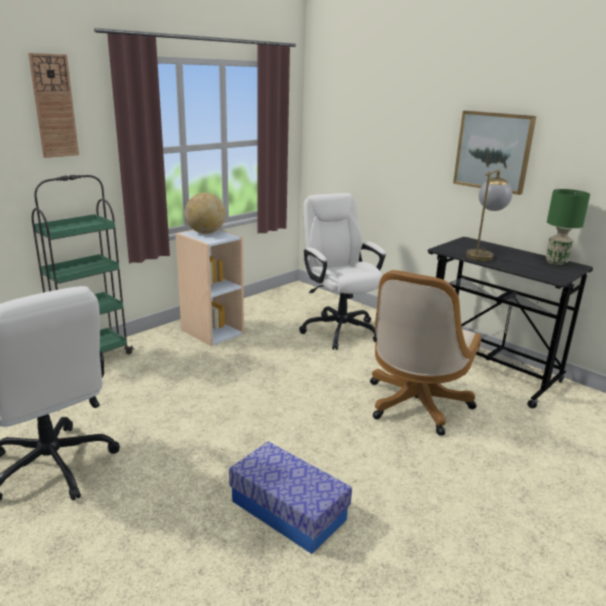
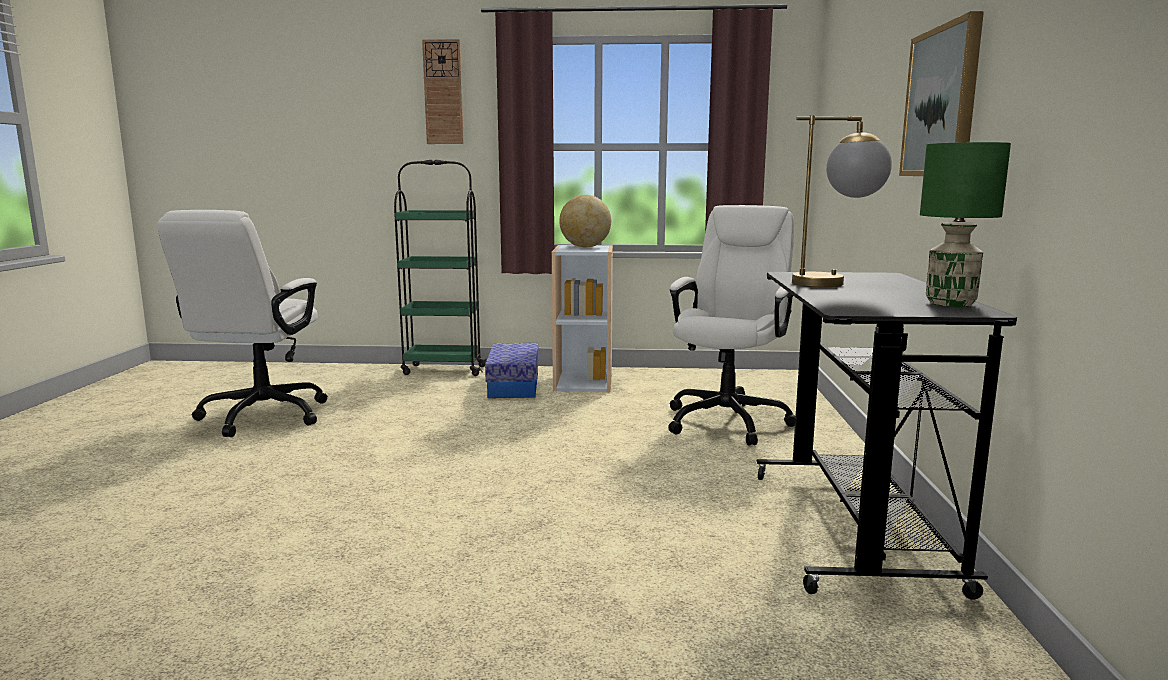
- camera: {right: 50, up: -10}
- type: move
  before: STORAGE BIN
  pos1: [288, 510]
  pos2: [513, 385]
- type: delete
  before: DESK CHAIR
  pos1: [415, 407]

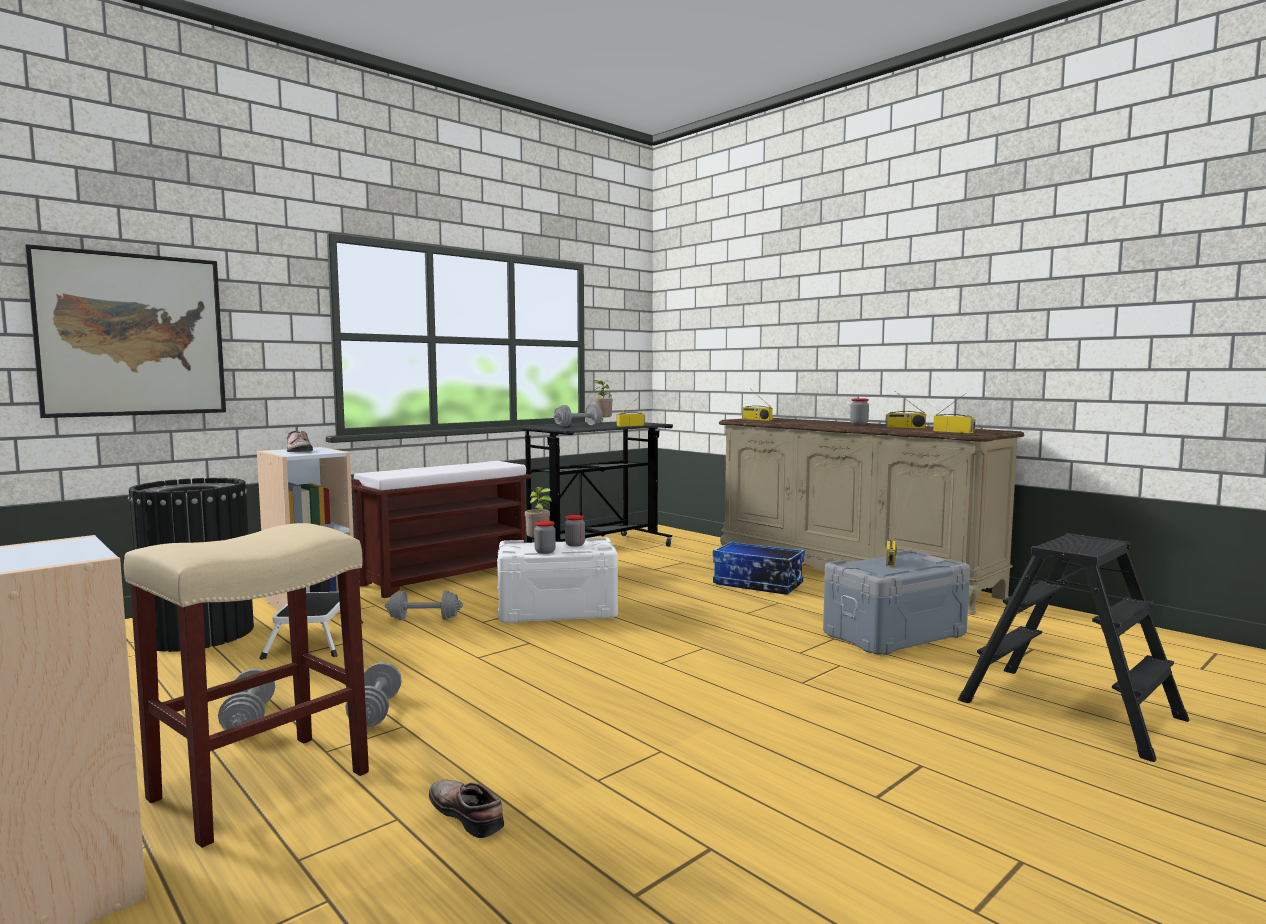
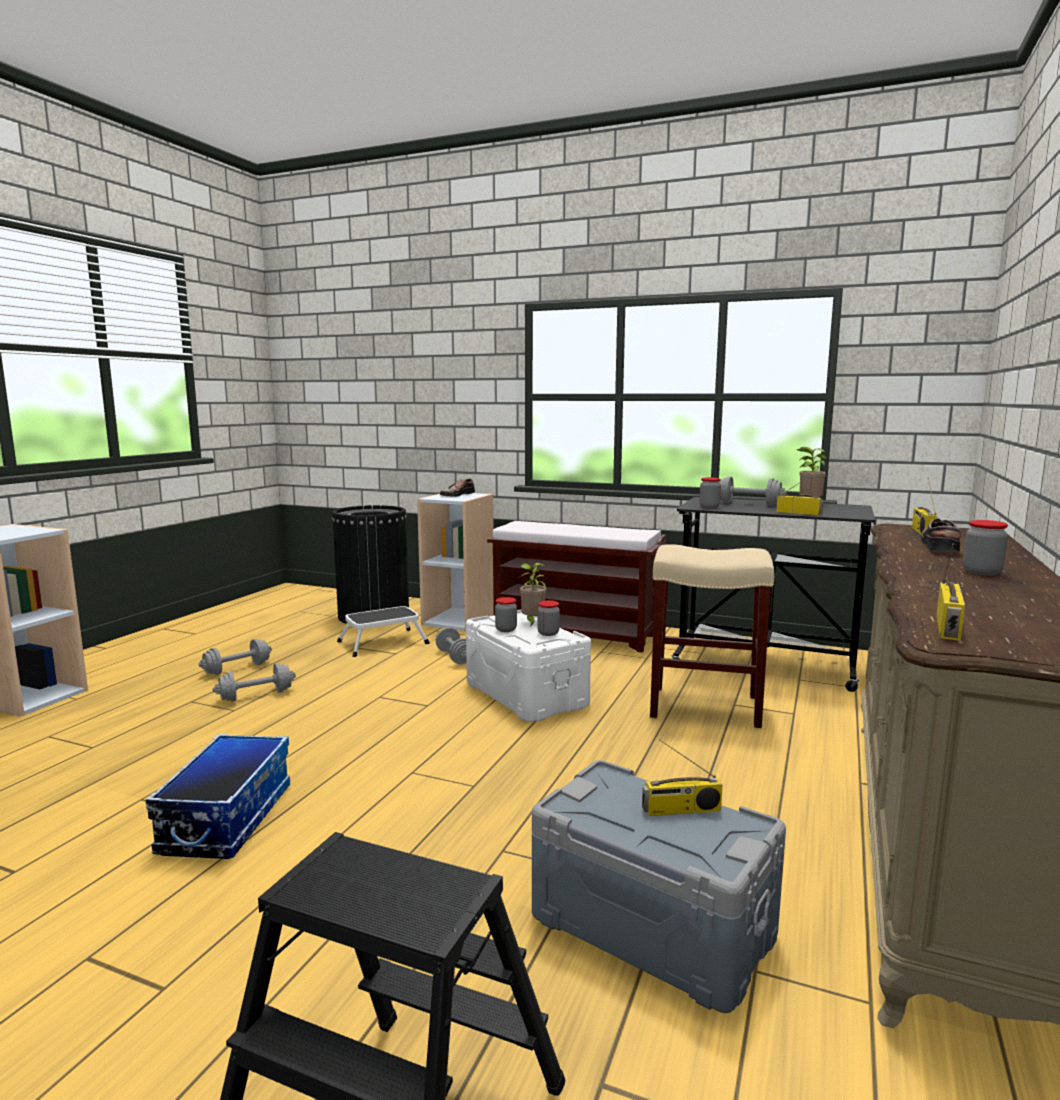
- camera: {right: 65, up: 5}
- type: move
  before: STORAGE BIN
  pos1: [757, 584]
  pos2: [226, 819]
- type: move
  before: SAND-COLOURED STOOL
  pos1: [258, 787]
  pos2: [703, 706]
- type: insert
  after: PRESERVE JAR
  pos2: [709, 507]
- type: move
  before: SHOE
  pos1: [469, 814]
  pos2: [942, 547]
- type: delete
  before: WALL ART
  pos1: [132, 335]
- type: delete
  before: RADIO RECEIVER
  pos1: [905, 427]

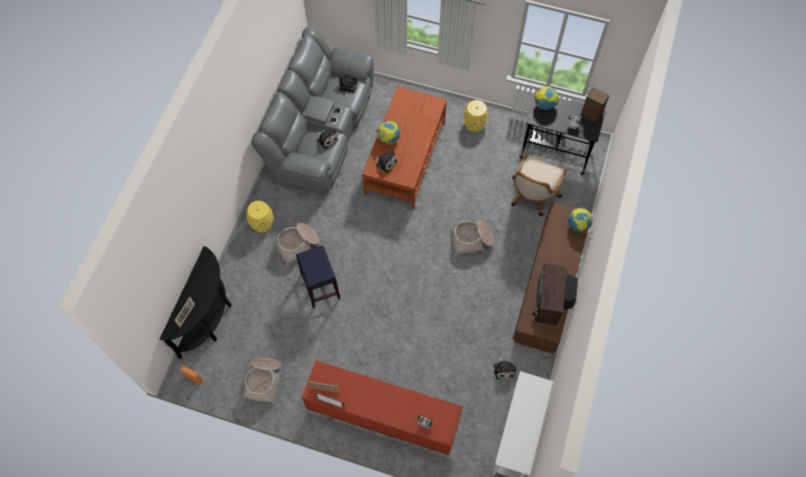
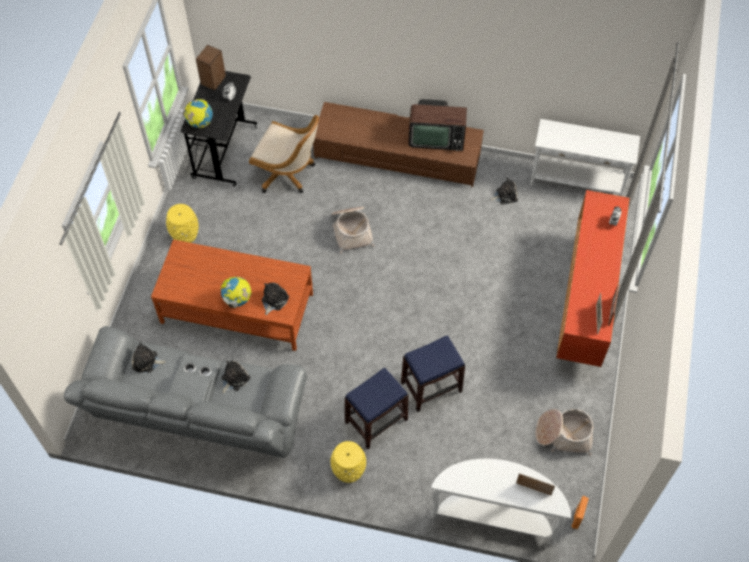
- camera: {right: -95, up: -5}
- type: replace
  before: BASKET
  after: STOOL
  pos1: [298, 245]
  pos2: [376, 421]
- type: recolor
  before: BLACK-COLOURED CONSOLE TABLE
  after: WHITISH CONSOLE TABLE
  pos1: [209, 319]
  pos2: [495, 514]
- type: delete
  before: WORLD GLOBE
  pos1: [578, 225]

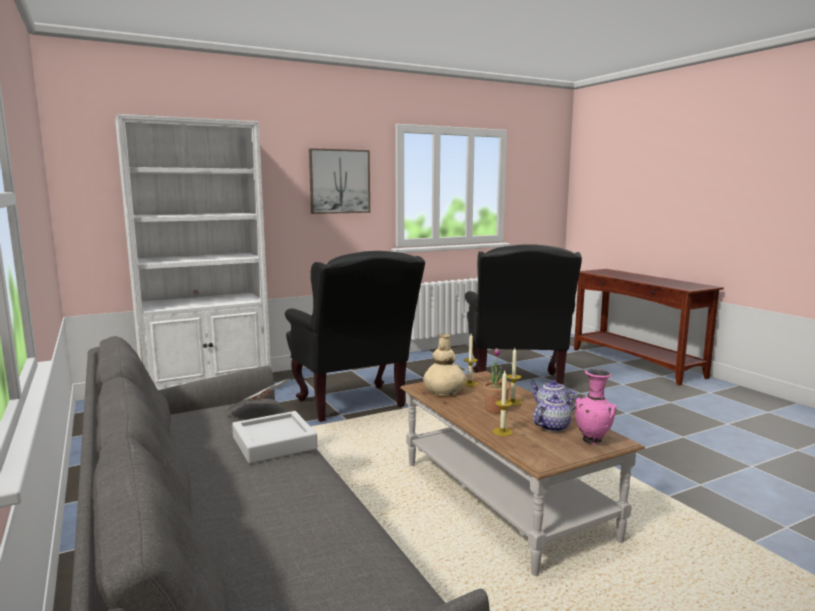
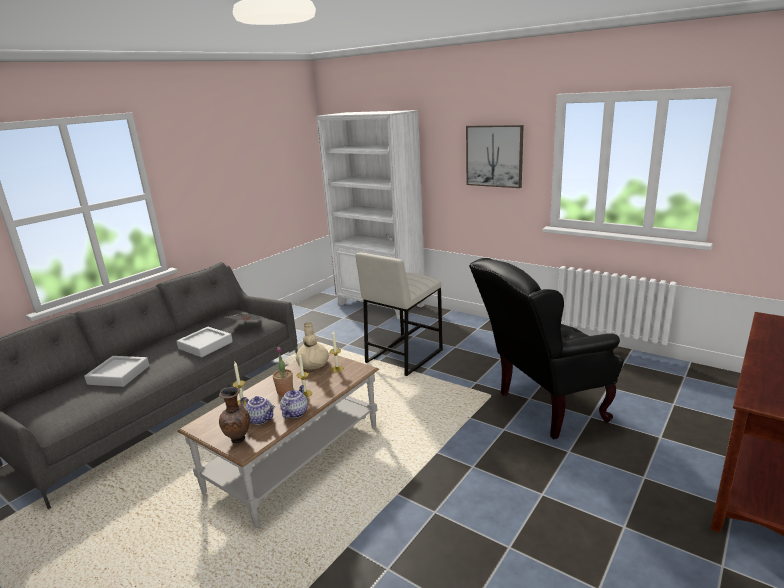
- camera: {right: 65, up: 10}
- type: insert
  after: GREYISH CARRYING TRAY
  pos2: [119, 375]
- type: recolor
  before: PINK-COLOURED VASE
  after: BROWNISH VASE
  pos1: [593, 441]
  pos2: [239, 440]
- type: replace
  before: BLACK-COLOURED LOUNGE CHAIR
  after: SAND-COLOURED STOOL
  pos1: [356, 407]
  pos2: [404, 356]

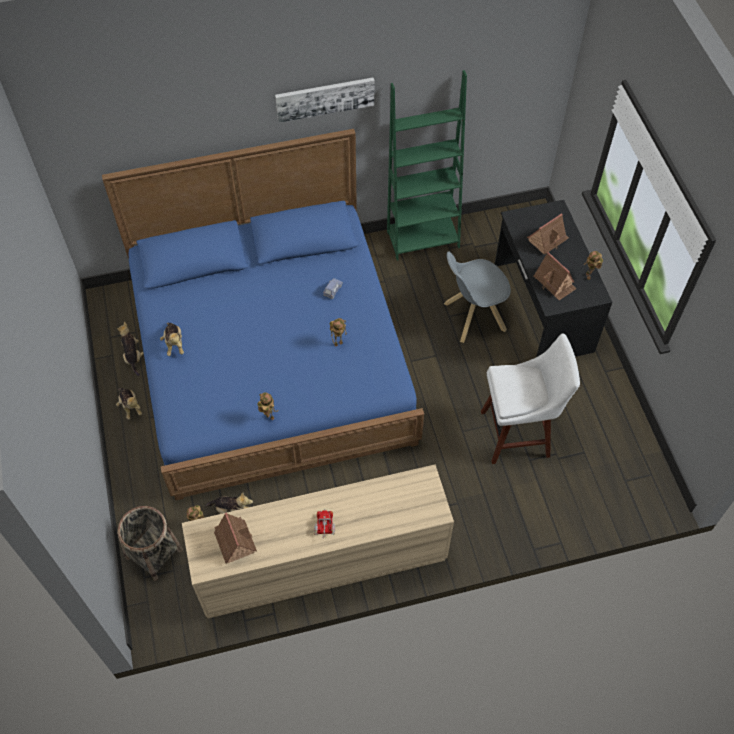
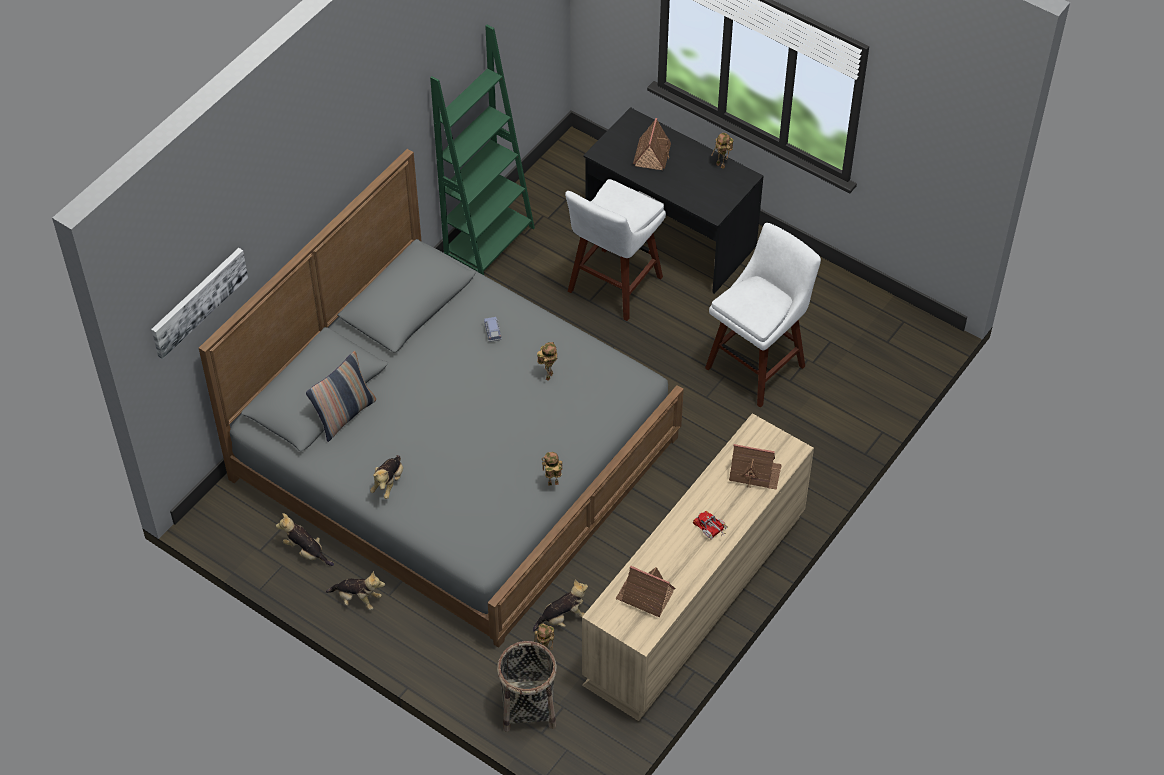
- camera: {right: -40, up: -5}
- type: move
  before: WALL ART
  pos1: [325, 98]
  pos2: [198, 301]
- type: recolor
  before: BLUE-COLOURED BED
  after: GREYISH BED
  pos1: [271, 359]
  pos2: [455, 457]
- type: insert
  after: CUSHION
  pos2: [344, 415]
- type: rotate
  before: SOFT TOY
  pos1: [174, 344]
  pos2: [388, 483]
  turn: 75
- type: replace
  before: GREYISH PLAIN CHAIR
  after: WHITISH STOOL
  pos1: [472, 317]
  pos2: [613, 286]
- type: move
  before: MODEL HOUSE
  pos1: [555, 282]
  pos2: [754, 472]

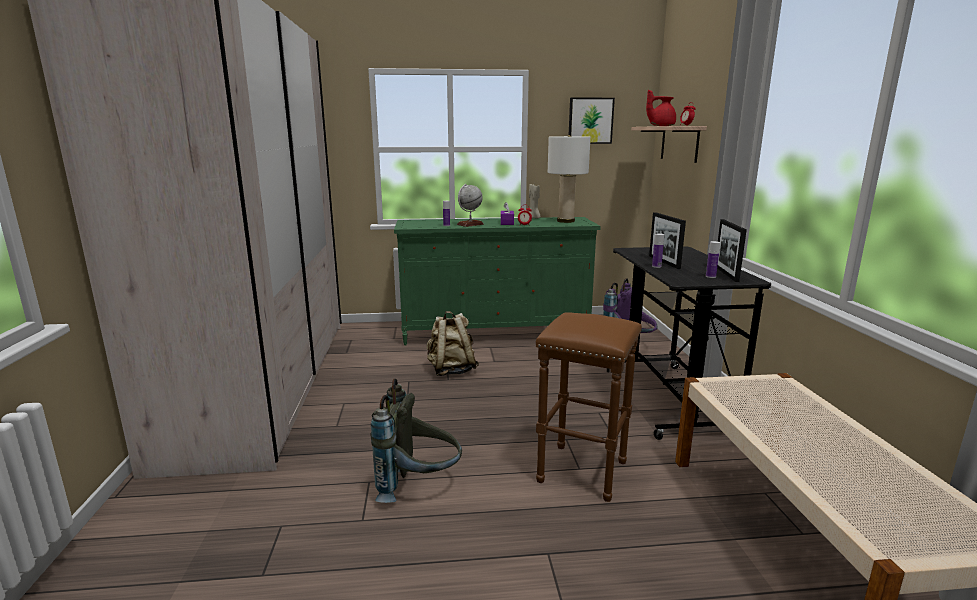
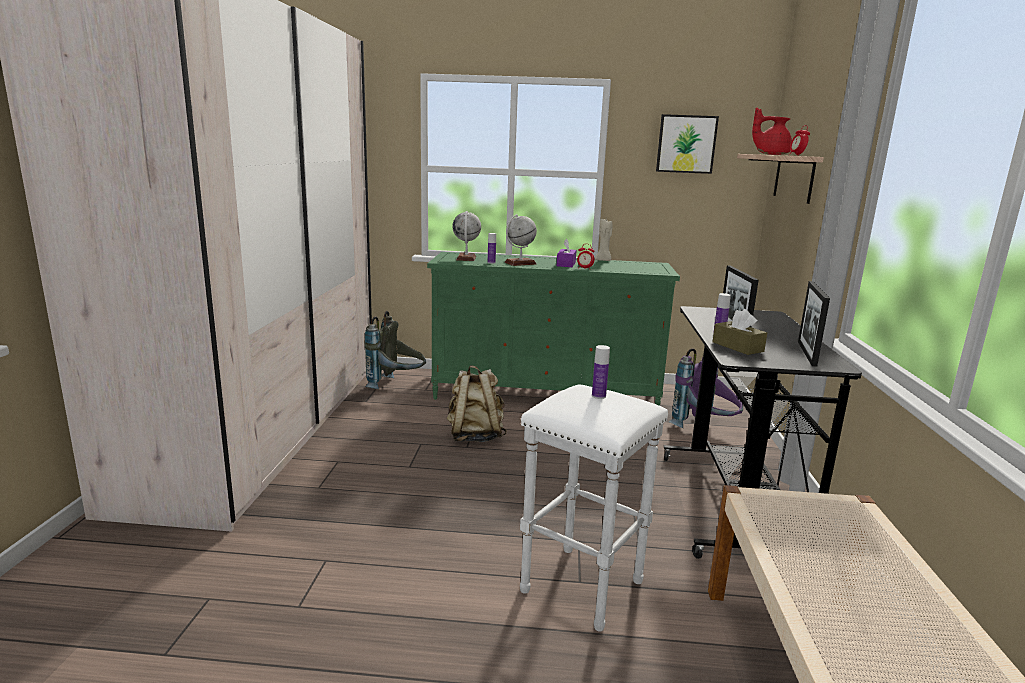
- camera: {right: 10, up: 0}
- type: move
  before: GREYISH KNAPSACK
  pos1: [419, 487]
  pos2: [397, 386]
- type: insert
  after: WORLD GLOBE
  pos2: [466, 258]
- type: recolor
  before: BROWNISH STOOL
  after: WHITISH STOOL
  pos1: [581, 470]
  pos2: [581, 584]
- type: move
  before: BEVERAGE BOTTLE
  pos1: [710, 276]
  pos2: [598, 396]
- type: insert
  after: BROWNISH BOX OF TISSUES
  pos2: [737, 347]
- type: delete
  before: WHITISH TABLE LAMP
  pos1: [565, 221]

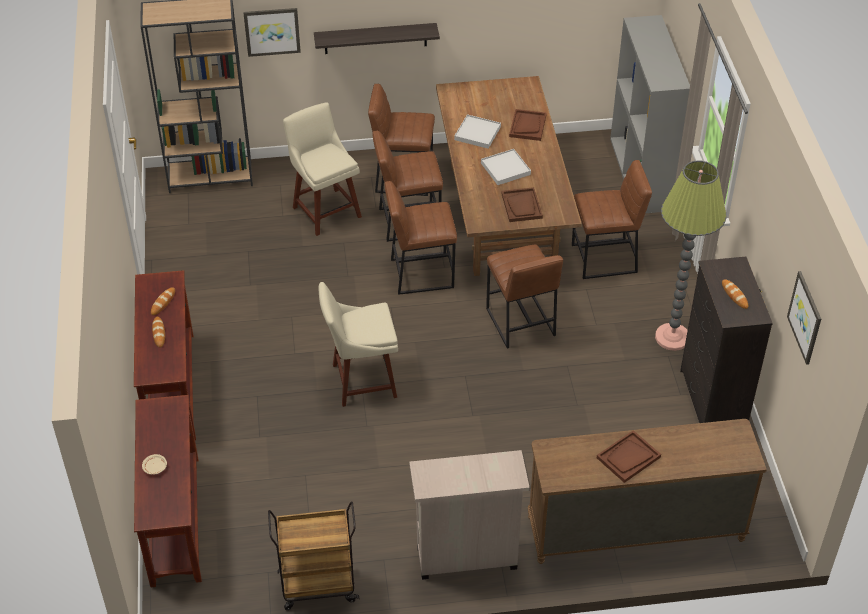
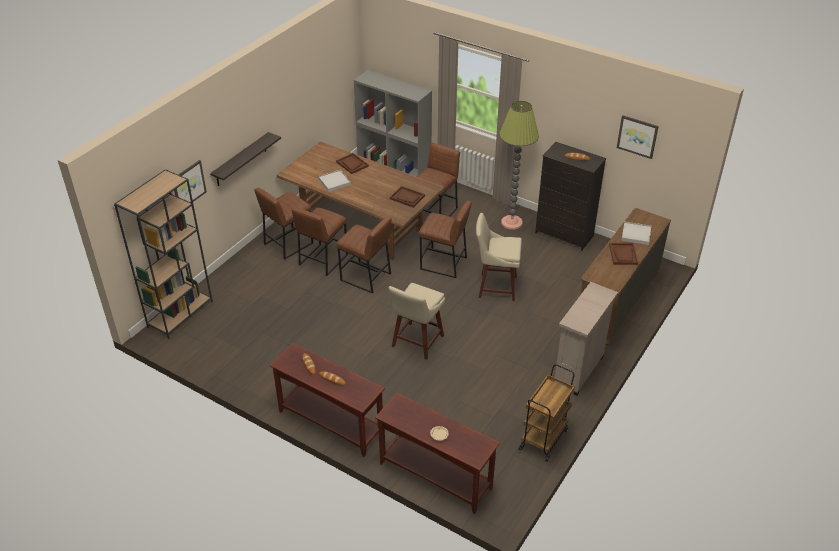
- camera: {right: -50, up: -5}
- type: rotate
  before: BROWNISH PLAIN CHAIR
  pos1: [420, 273]
  pos2: [366, 277]
  turn: -90
- type: move
  before: SAND-COLOURED STOOL
  pos1: [325, 210]
  pos2: [495, 286]
- type: move
  before: WHITISH CARRYING TRAY
  pos1: [505, 169]
  pos2: [636, 234]

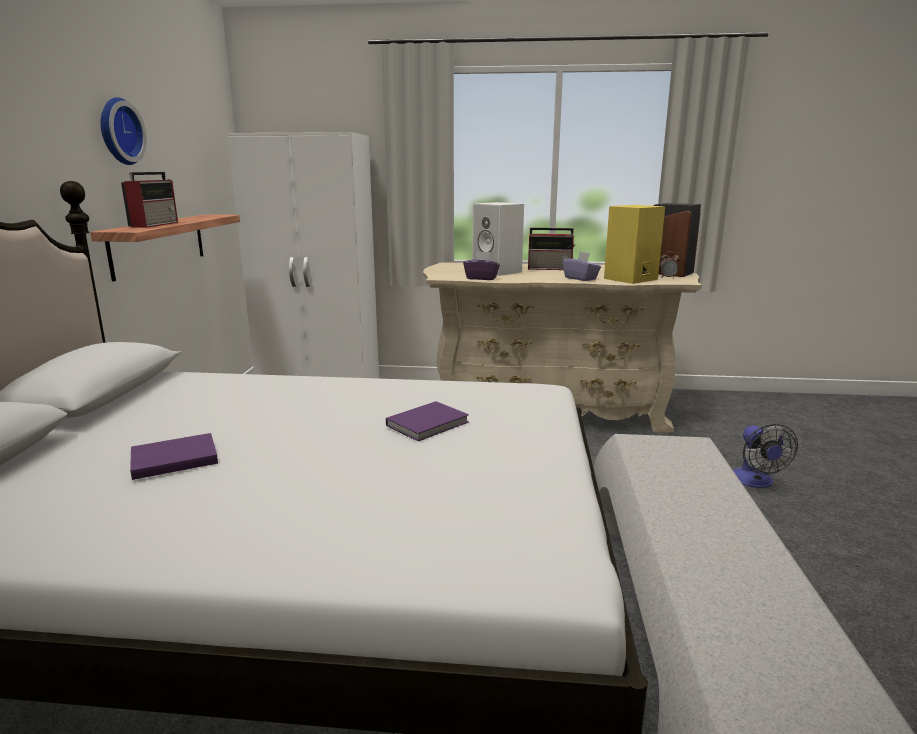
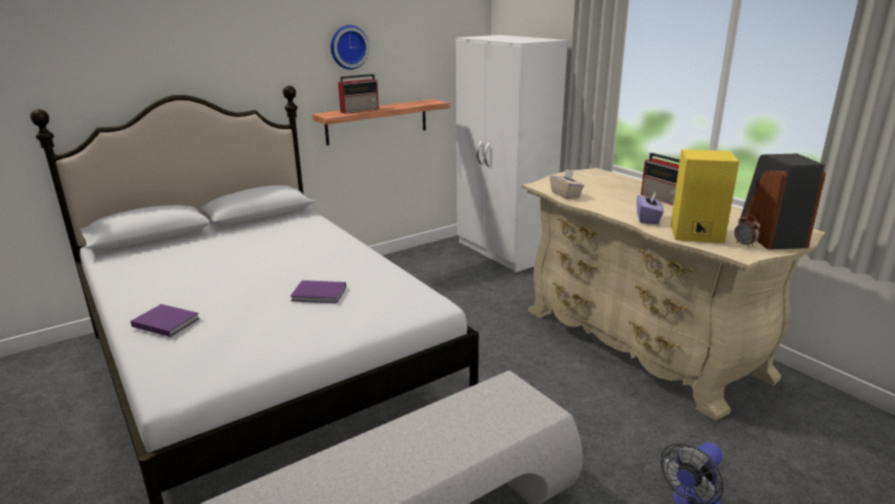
- camera: {right: 50, up: 5}
- type: move
  before: PURPLE BOOK
  pos1: [172, 459]
  pos2: [165, 322]
- type: recolor
  before: PURPLE BOX OF TISSUES
  after: SAND-COLOURED BOX OF TISSUES
  pos1: [481, 278]
  pos2: [566, 194]
- type: delete
  before: WHITISH LOUDSPEAKER
  pos1: [498, 271]

